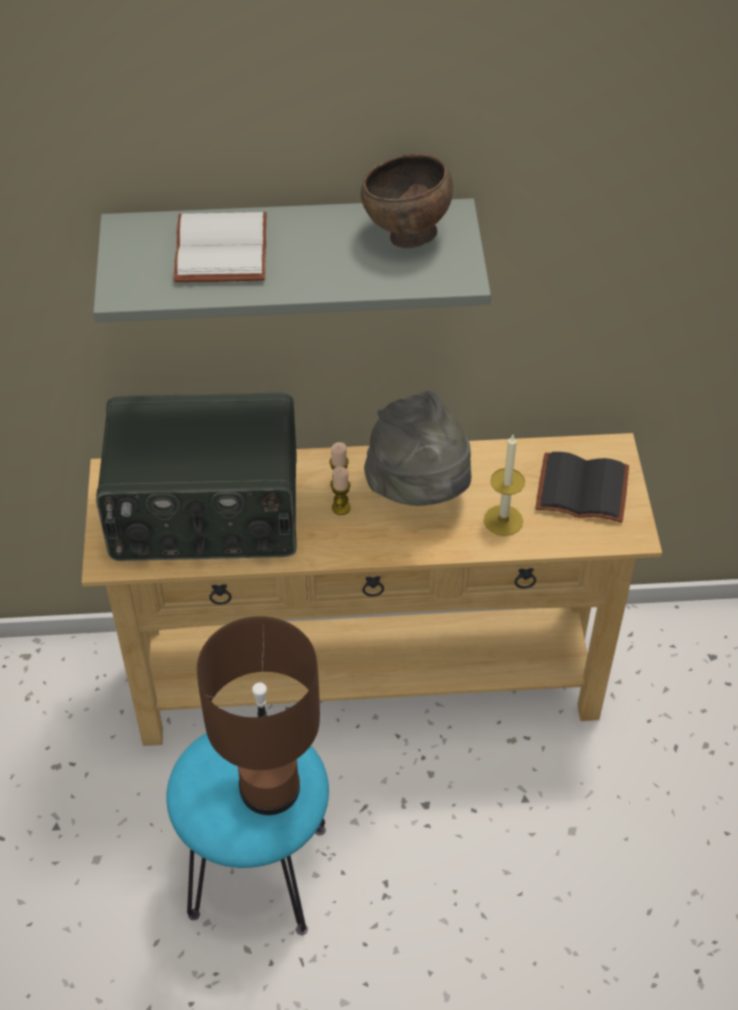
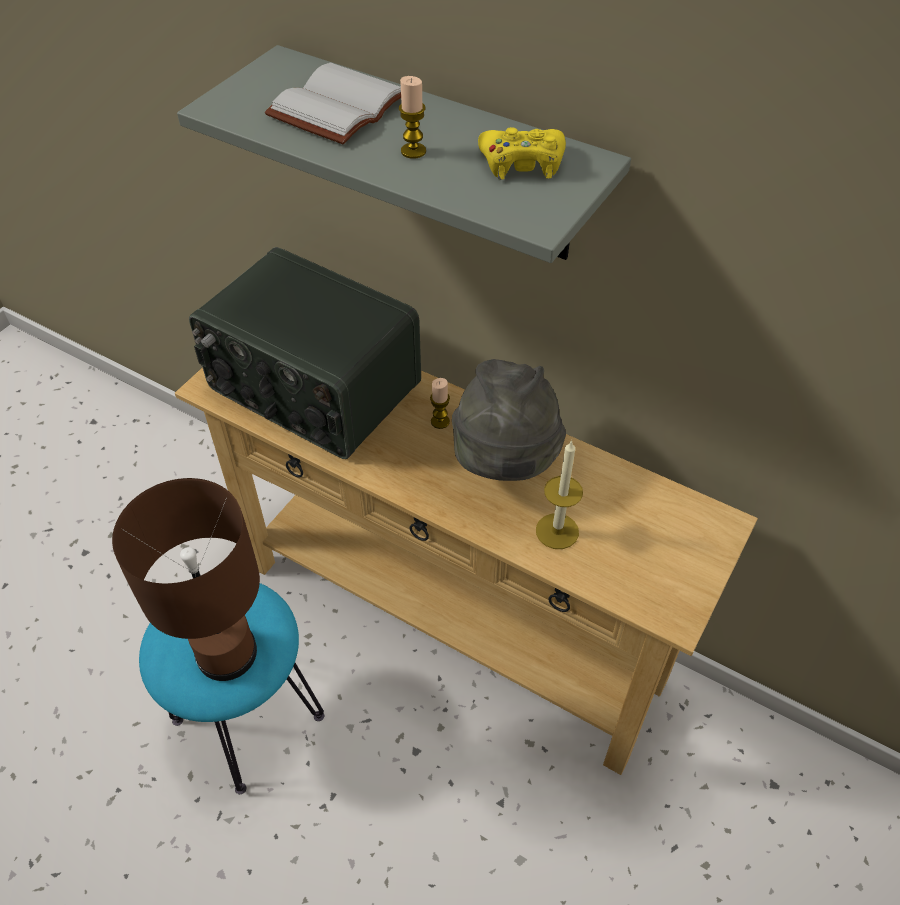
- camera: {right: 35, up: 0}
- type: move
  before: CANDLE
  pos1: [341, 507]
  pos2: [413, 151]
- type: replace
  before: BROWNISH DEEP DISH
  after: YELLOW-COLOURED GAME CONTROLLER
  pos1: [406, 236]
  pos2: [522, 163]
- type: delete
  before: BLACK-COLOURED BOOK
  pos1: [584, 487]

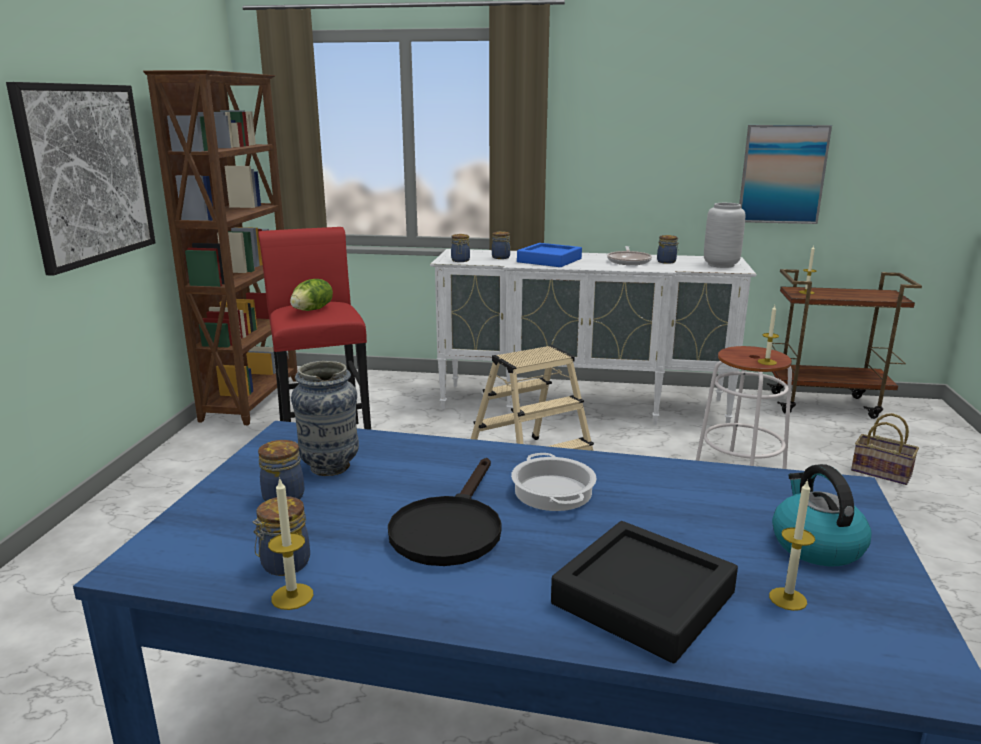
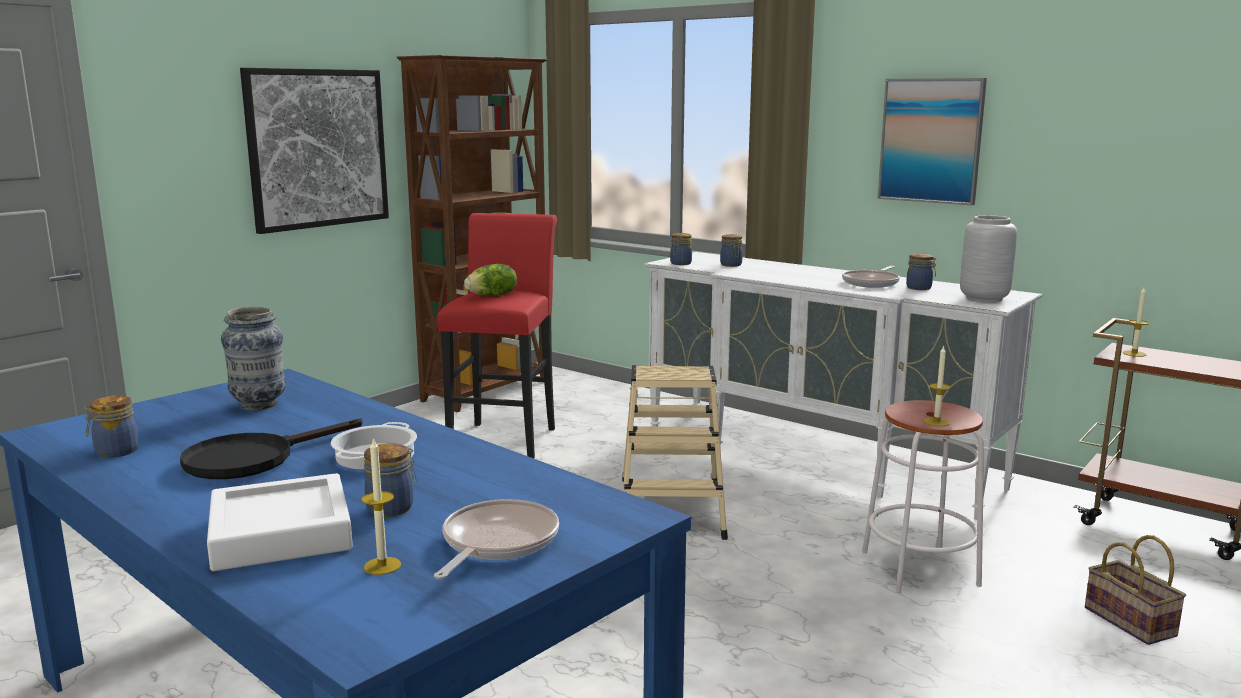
- camera: {right: 30, up: -5}
- type: recolor
  before: BLACK-COLOURED CARRYING TRAY
  after: WHITISH CARRYING TRAY
  pos1: [643, 598]
  pos2: [281, 533]
- type: move
  before: PRESERVE JAR
  pos1: [285, 496]
  pos2: [392, 508]
- type: replace
  before: TEA KETTLE
  after: SKILLET
  pos1: [815, 545]
  pos2: [496, 543]
- type: move
  before: WALL ART
  pos1: [782, 174]
  pos2: [931, 140]
- type: delete
  before: CANDLE
  pos1: [292, 596]
- type: delete
  before: BLUE-COLOURED CARRYING TRAY
  pos1: [549, 260]

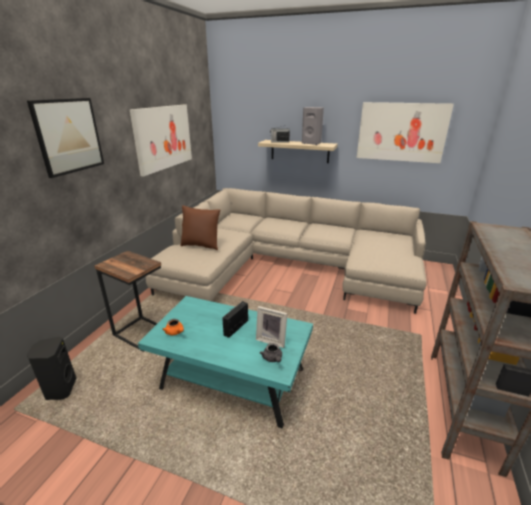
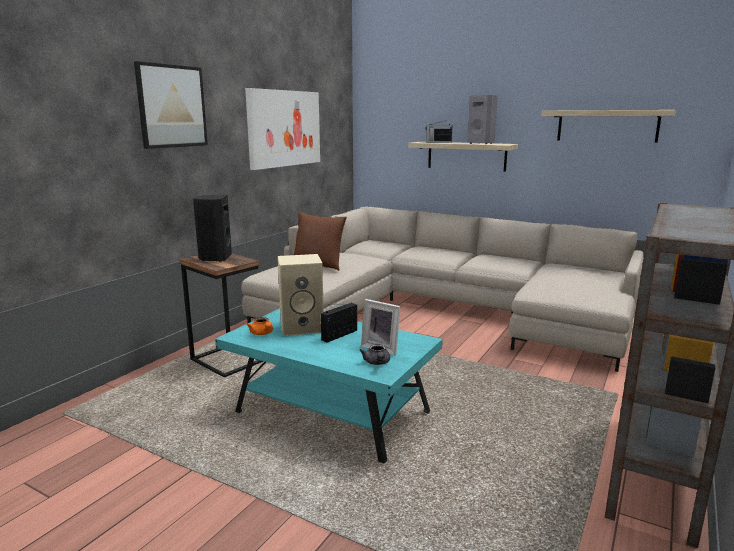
- camera: {right: 10, up: -10}
- type: move
  before: BLACK-COLOURED LOUDSPEAKER
  pos1: [60, 389]
  pos2: [214, 258]
- type: insert
  after: SAND-COLOURED LOUDSPEAKER
  pos2: [303, 327]
- type: replace
  before: WALL ART
  after: BRACKET SHELF
  pos1: [401, 132]
  pos2: [607, 126]

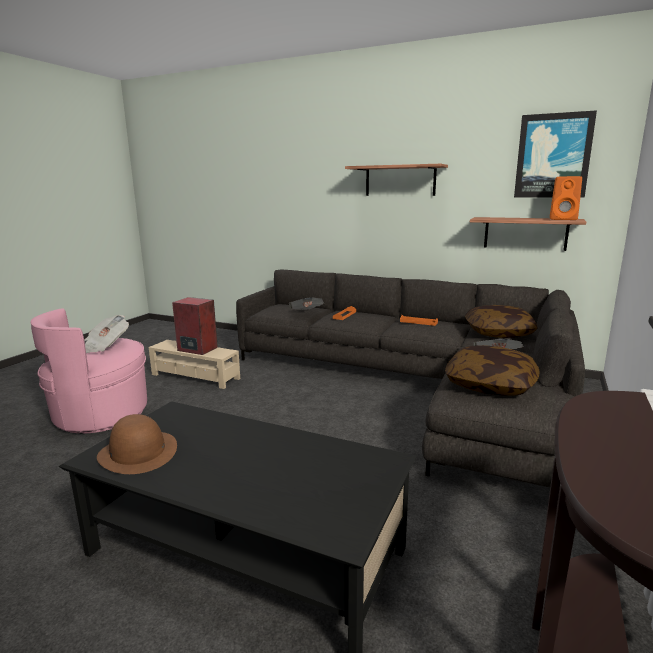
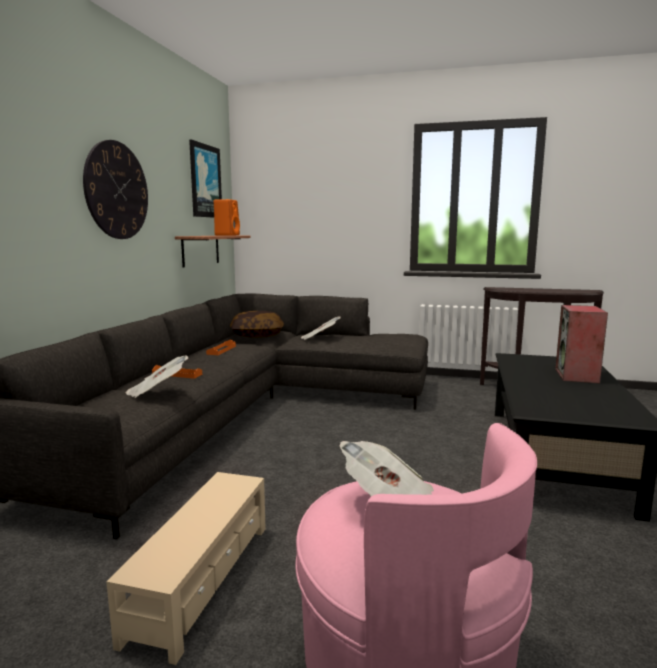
- camera: {right: -100, up: -5}
- type: replace
  before: BRACKET SHELF
  after: WALL CLOCK
  pos1: [400, 181]
  pos2: [117, 190]
- type: move
  before: LOUDSPEAKER
  pos1: [196, 349]
  pos2: [577, 376]
- type: delete
  before: BROWNISH WEARABLE HAT
  pos1: [138, 452]
- type: delete
  before: CUSHION
  pos1: [490, 385]

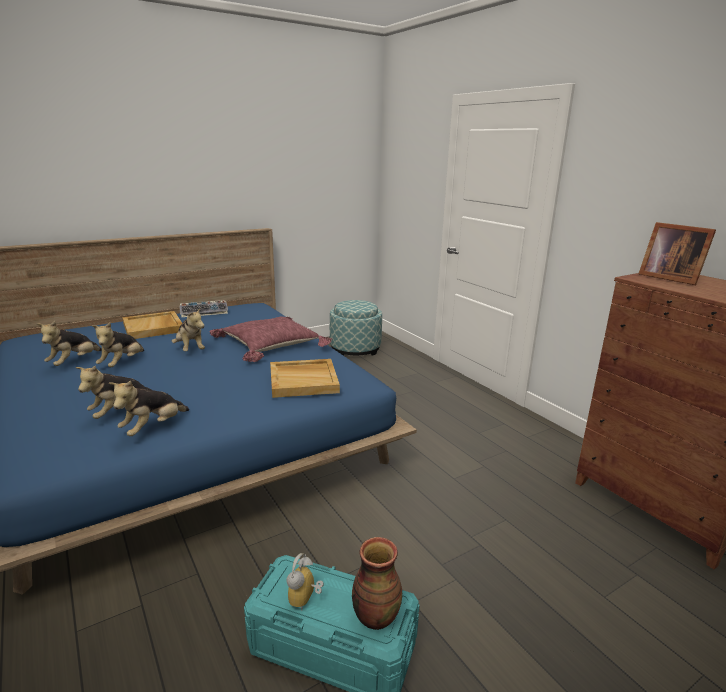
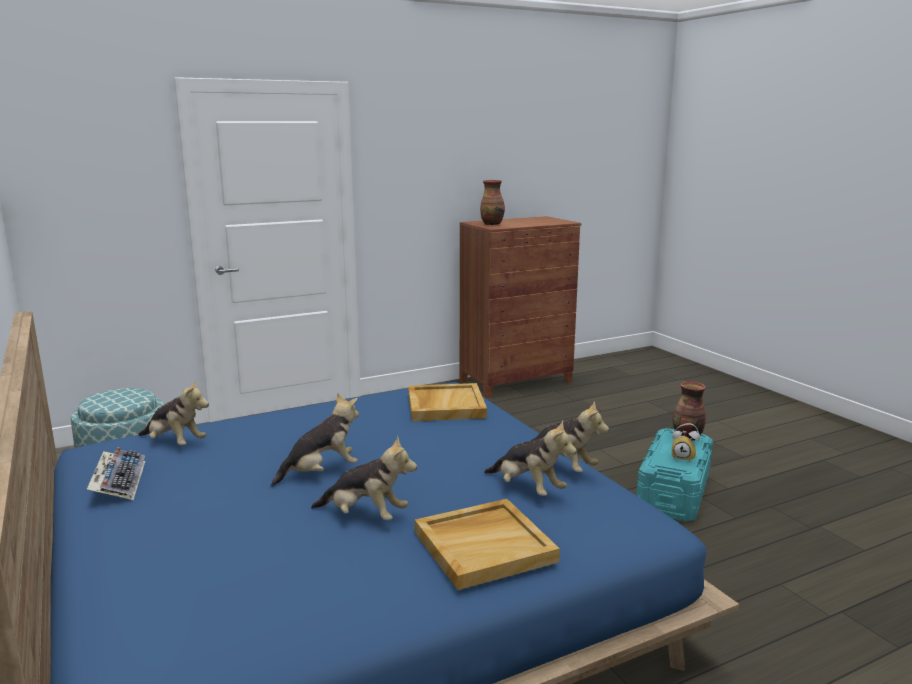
- camera: {right: -85, up: -5}
- type: move
  before: SOFT TOY
  pos1: [74, 362]
  pos2: [175, 443]
- type: move
  before: SAND-COLOURED CARRYING TRAY
  pos1: [154, 327]
  pos2: [485, 546]
- type: replace
  before: PHOTO FRAME
  after: VASE
  pos1: [668, 278]
  pos2: [492, 224]
- type: delete
  before: RED-COLOURED CUSHION
  pos1: [270, 342]

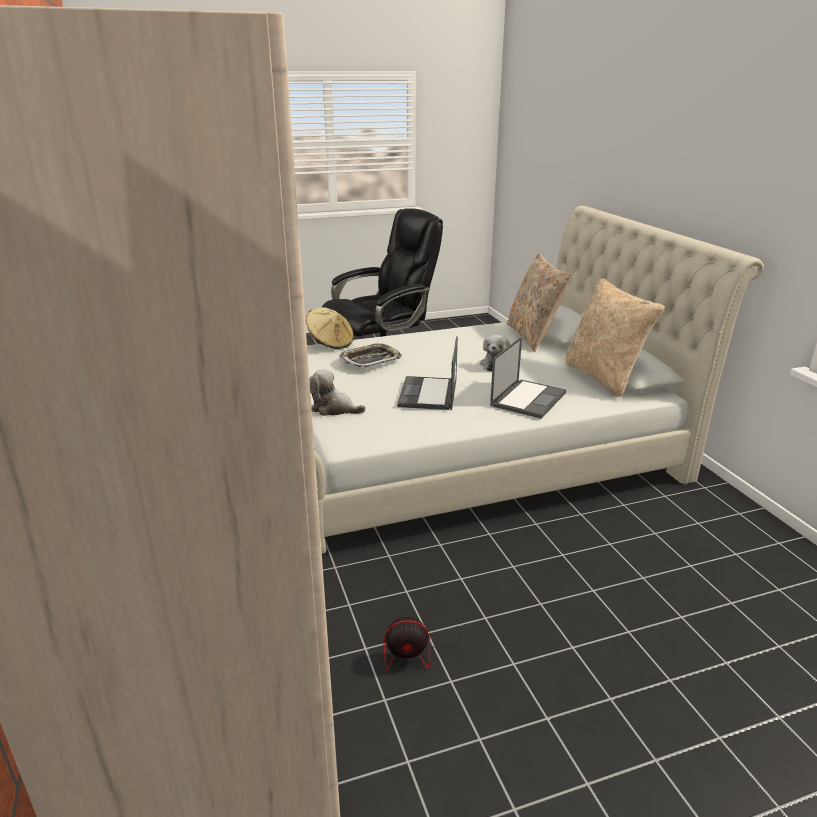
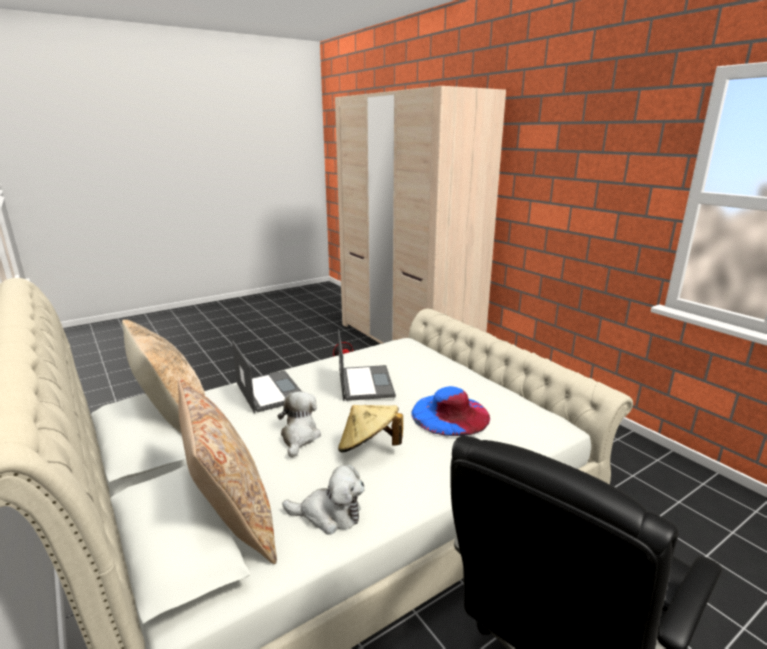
- camera: {right: 165, up: -5}
- type: rotate
  before: LAPTOP
  pos1: [528, 398]
  pos2: [269, 391]
  turn: 135
- type: move
  before: SOFT TOY
  pos1: [333, 409]
  pos2: [329, 515]
- type: move
  before: SAND-COLOURED WEARABLE HAT
  pos1: [330, 343]
  pos2: [369, 447]
- type: replace
  before: CARRYING TRAY
  after: BLUE-COLOURED WEARABLE HAT
  pos1: [370, 360]
  pos2: [450, 414]

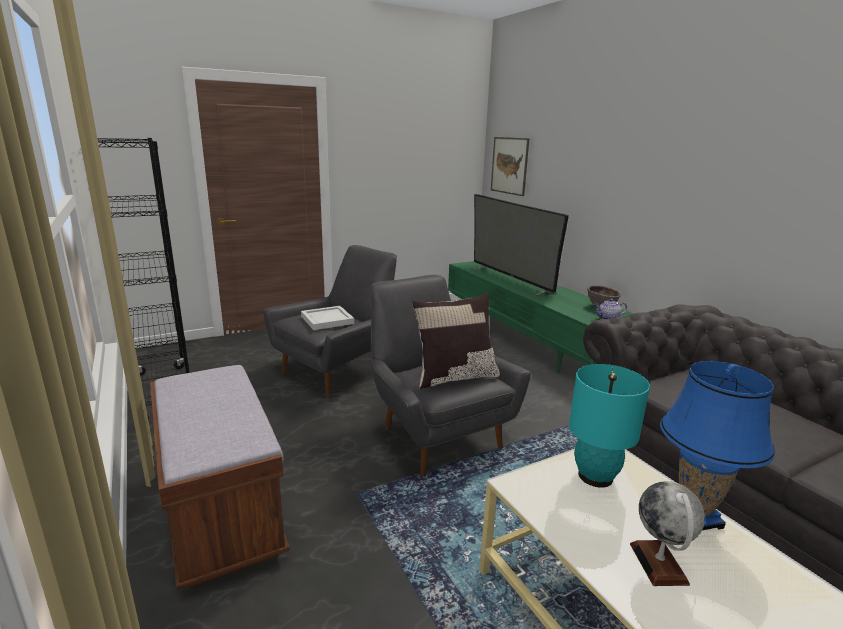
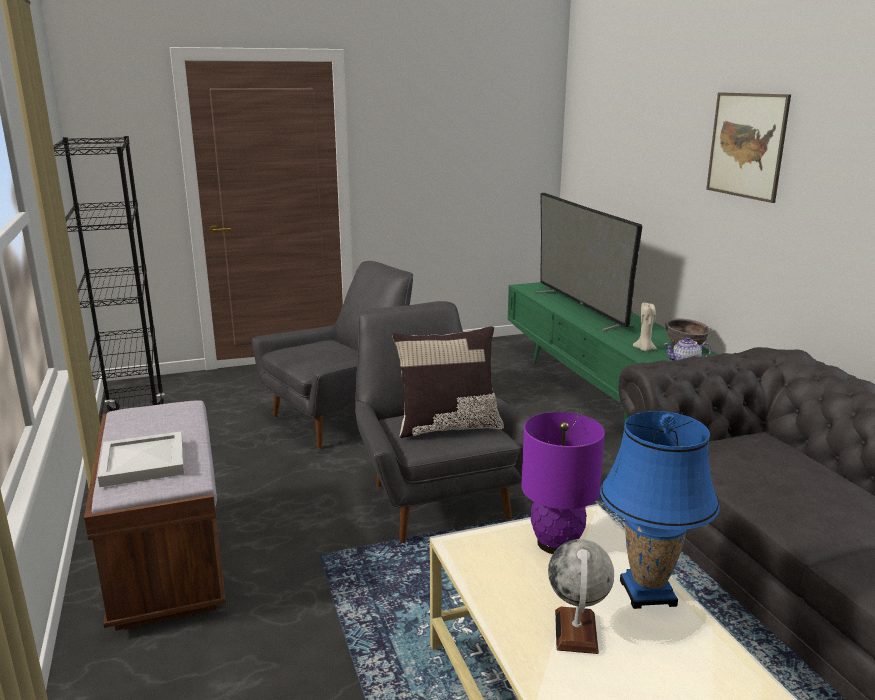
- camera: {right: 10, up: 0}
- type: move
  before: WHITISH CARRYING TRAY
  pos1: [327, 320]
  pos2: [142, 463]
- type: recolor
  before: TURQUOISE TABLE LAMP
  after: PURPLE TABLE LAMP
  pos1: [595, 476]
  pos2: [556, 543]
- type: insert
  after: SAND-COLOURED CANDLE
  pos2: [644, 349]
- type: move
  before: WALL ART
  pos1: [509, 165]
  pos2: [746, 145]

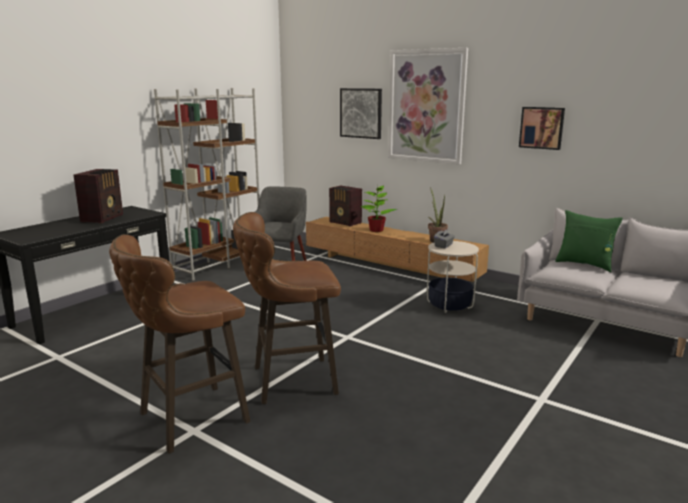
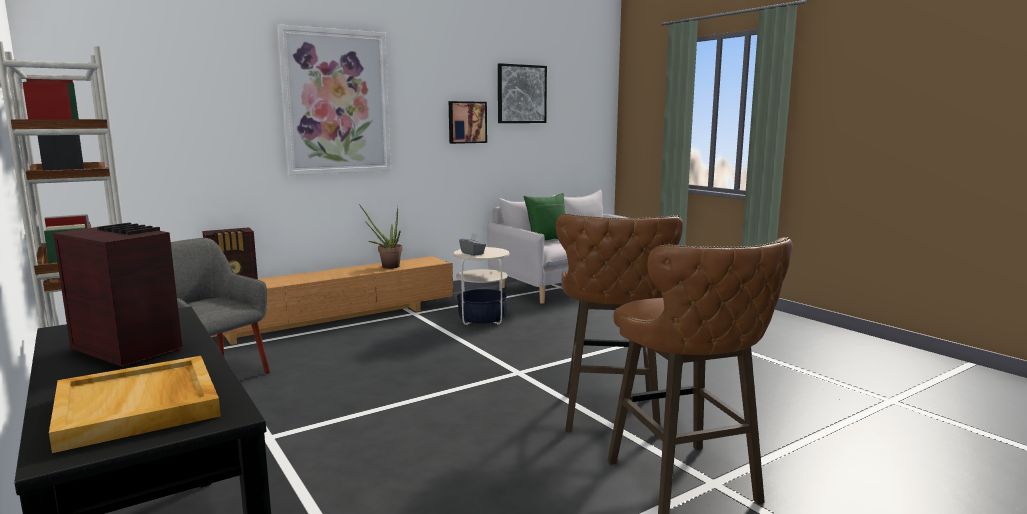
- camera: {right: -70, up: -5}
- type: insert
  after: SAND-COLOURED CARRYING TRAY
  pos2: [139, 406]
- type: move
  before: WALL ART
  pos1: [361, 113]
  pos2: [521, 94]
- type: delete
  before: HOUSEPLANT
  pos1: [376, 230]

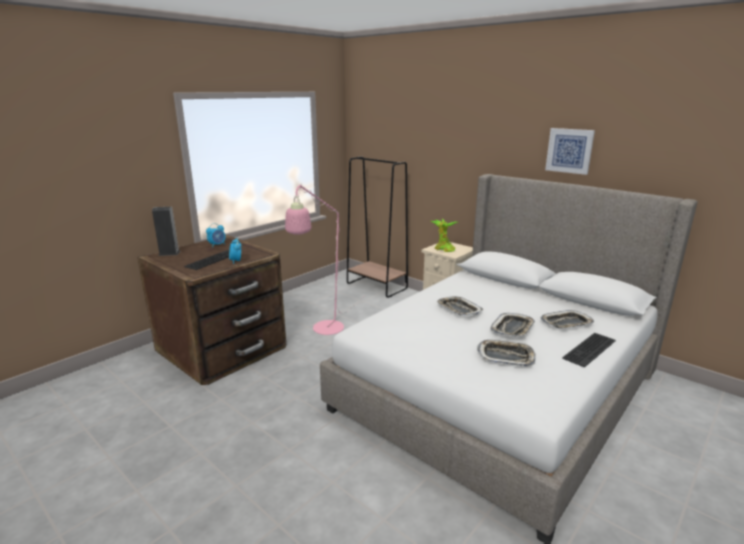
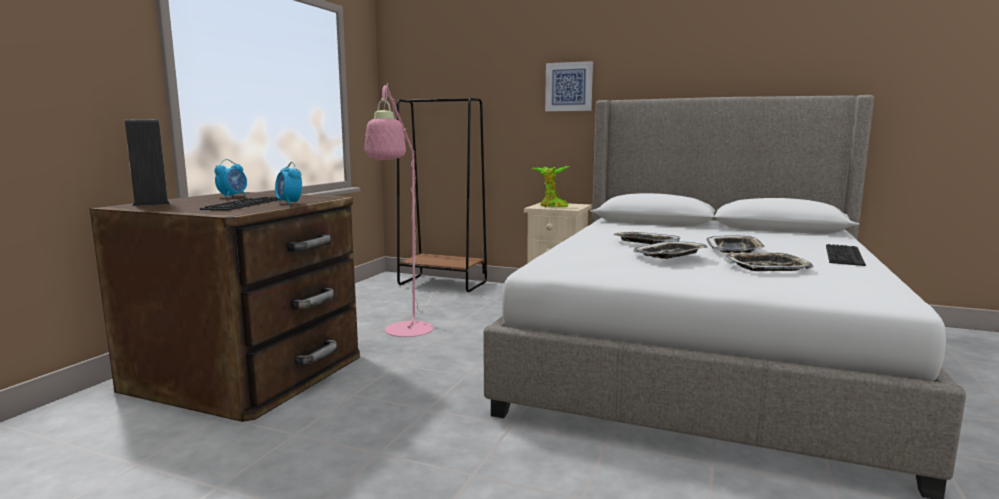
- camera: {right: -20, up: -10}
- type: move
  before: WALL ART
  pos1: [569, 150]
  pos2: [569, 87]
- type: move
  before: CARRYING TRAY
  pos1: [566, 323]
  pos2: [670, 255]

